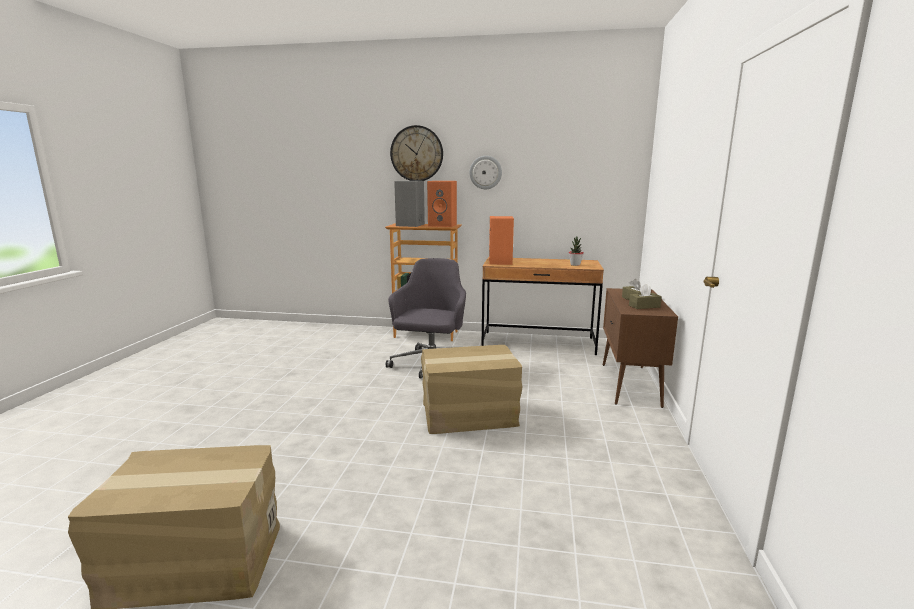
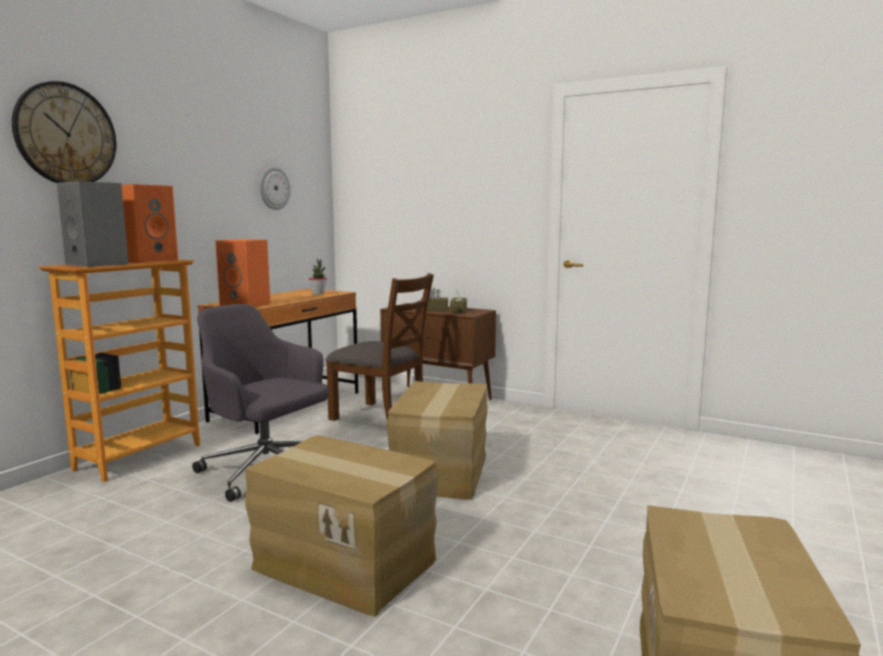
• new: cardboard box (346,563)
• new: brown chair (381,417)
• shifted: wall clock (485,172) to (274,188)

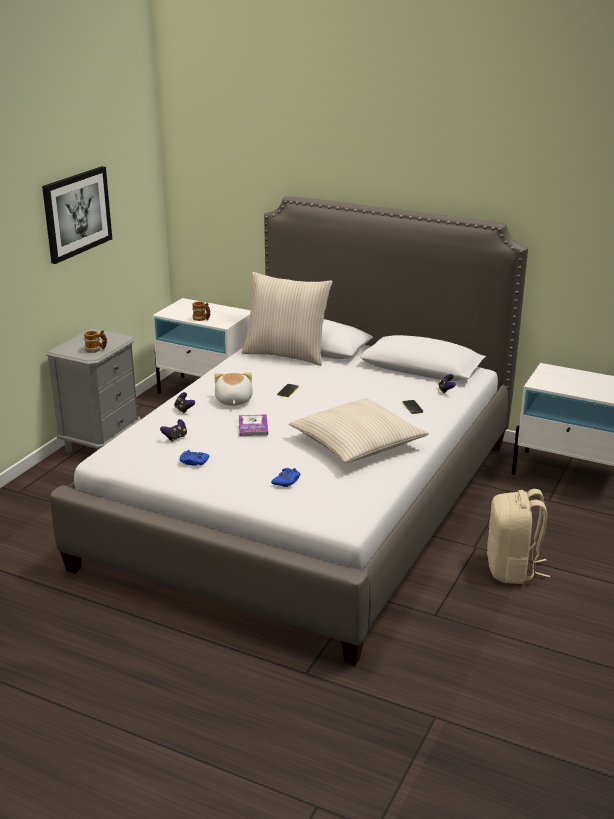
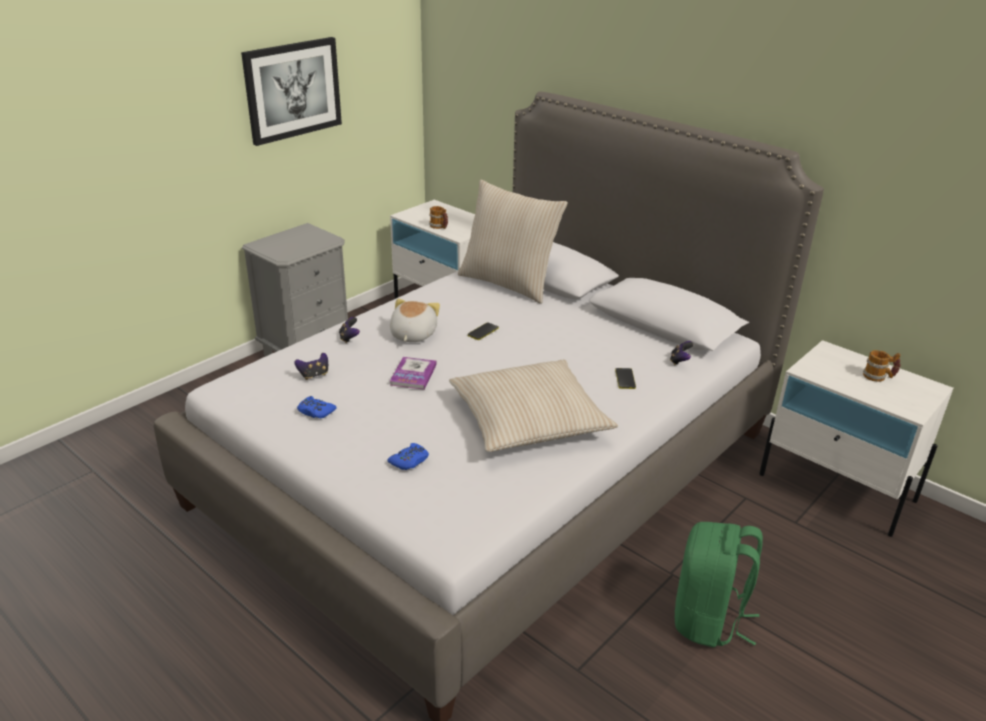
• shifted: mug (96,350) to (879,377)
• repainted: beige backpack (512,569) to green backpack (708,620)

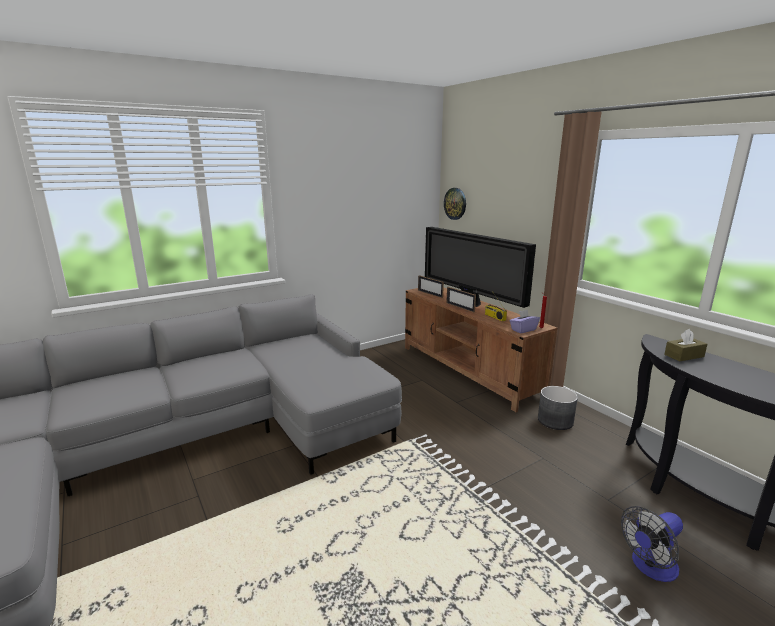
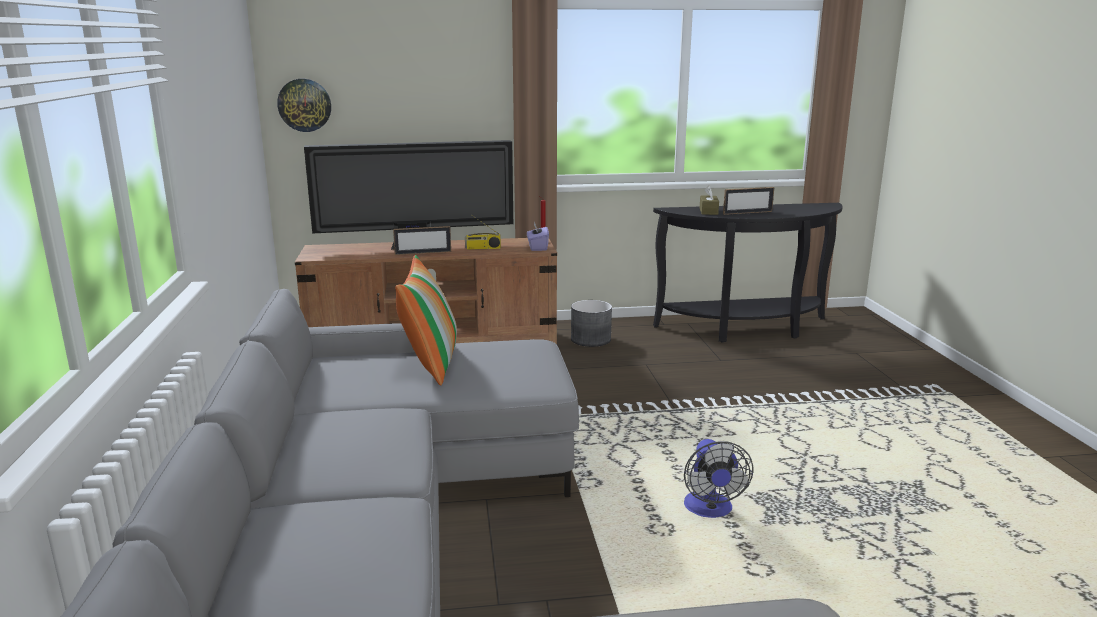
• new: pillow (430,363)
• shifted: picture frame (430,294) to (747,213)
• shifted: fan (650,567) to (710,510)

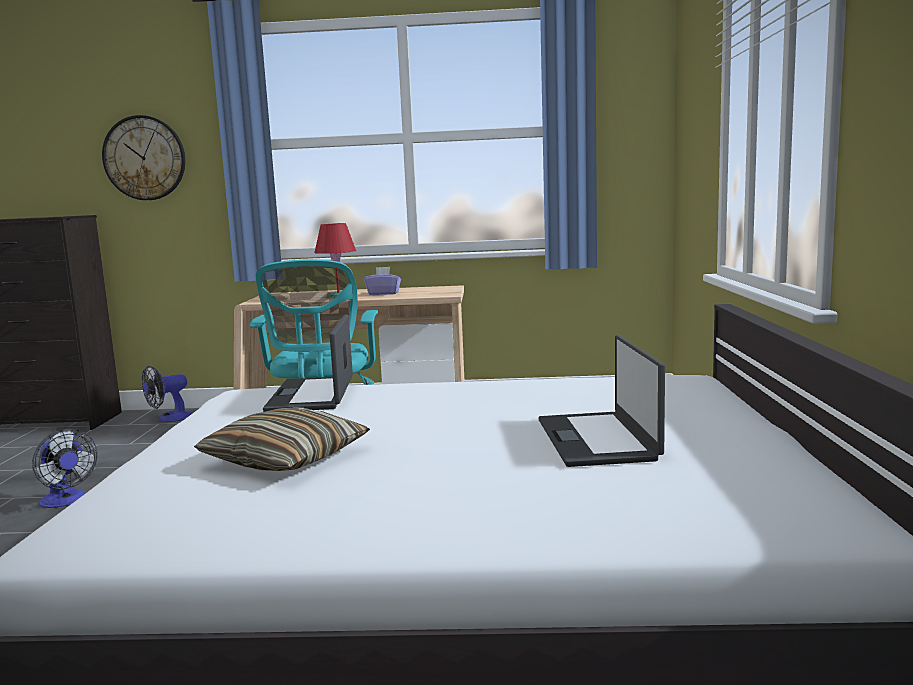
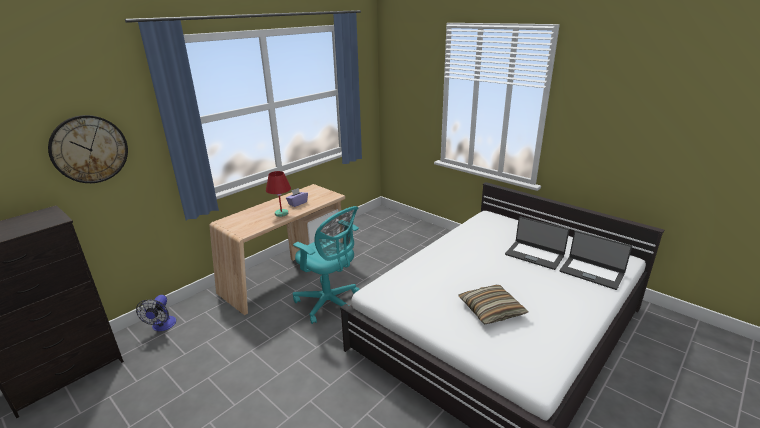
• gone: fan (66,501)
• shifted: laptop (313,395) to (591,272)

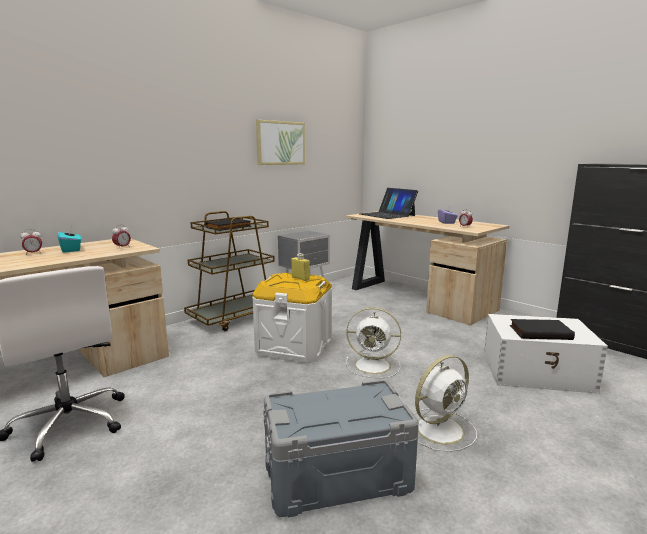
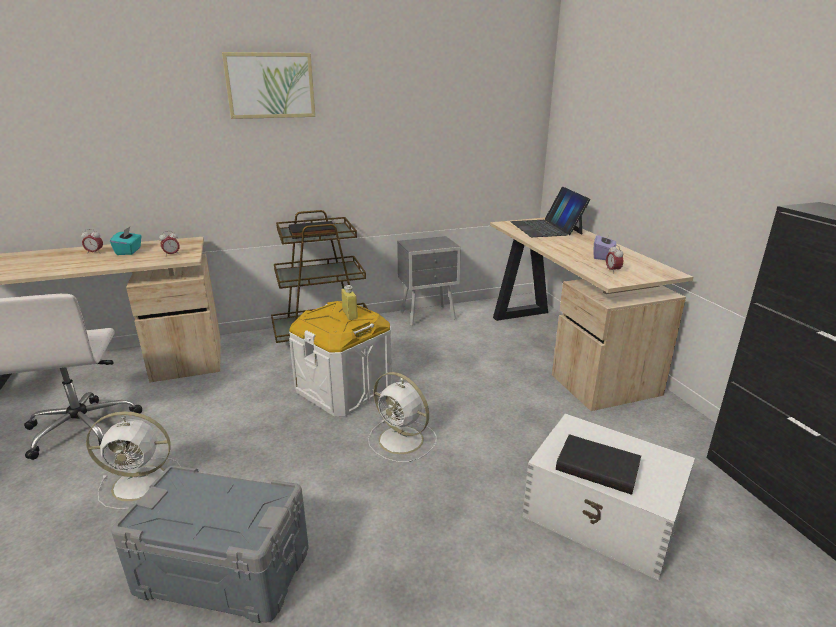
• shifted: picture (280,143) to (270,85)
• shifted: white fan (441,429) to (142,483)

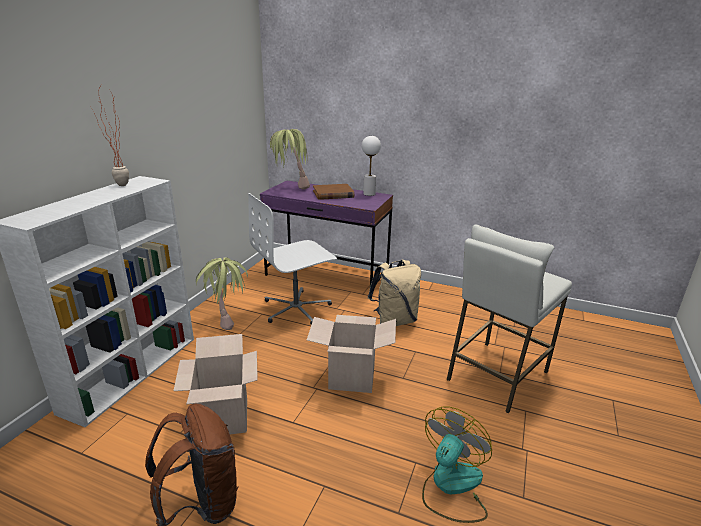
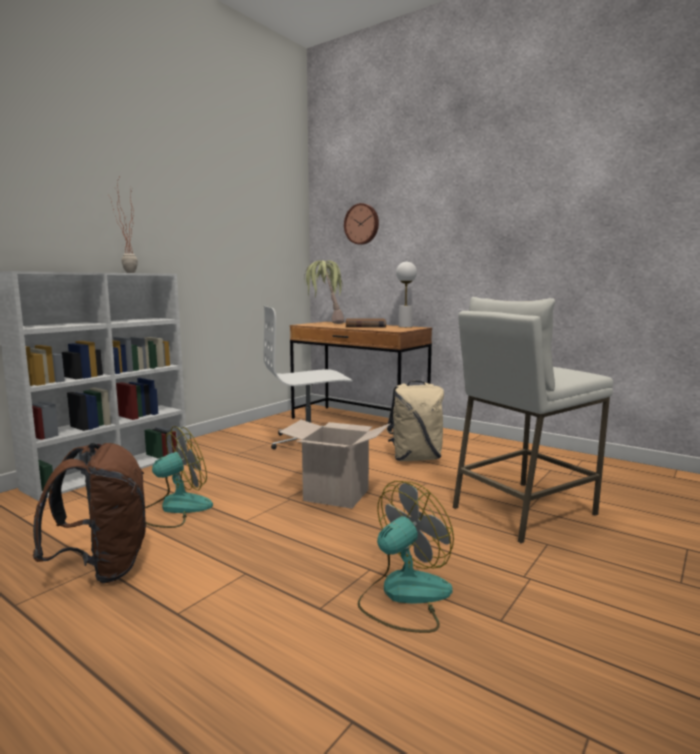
• gone: potted plant (227,319)
• new: wall clock (362,224)
• swapped: cardboard box (223,417) to fan (174,509)
• repainted: purple desk (327,275) to brown desk (358,422)

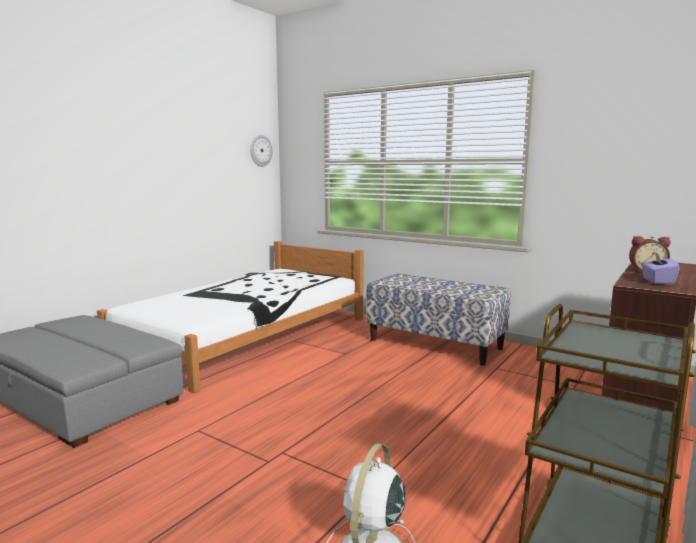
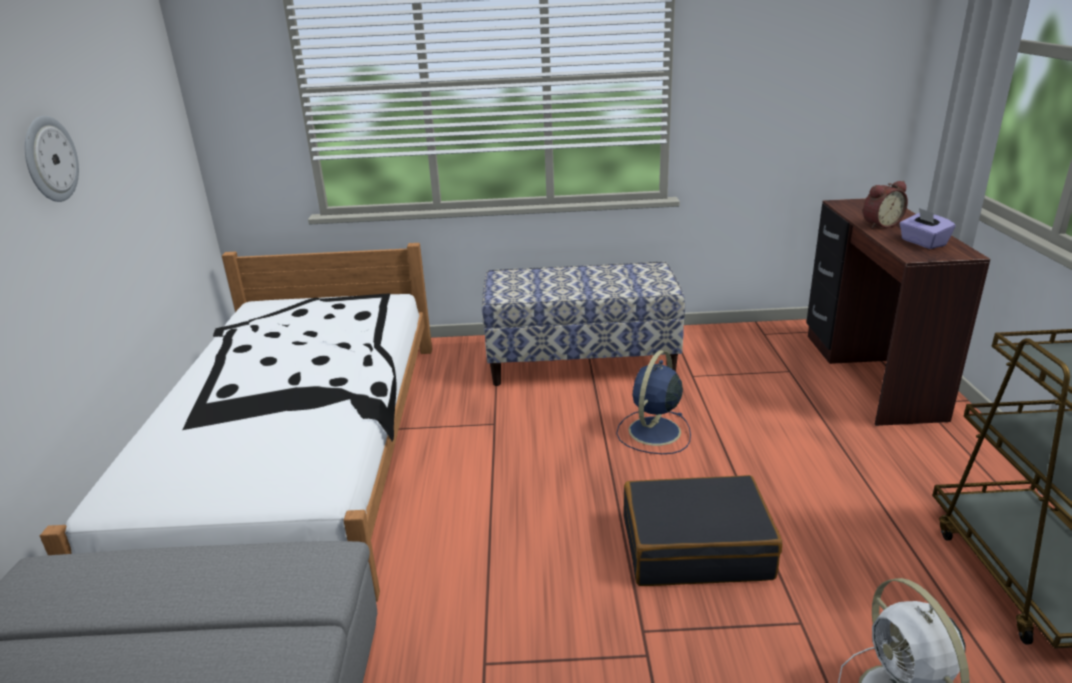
• new: blue fan (653,432)
• new: black suitcase (695,546)
• shifted: wall clock (260,150) to (49,159)

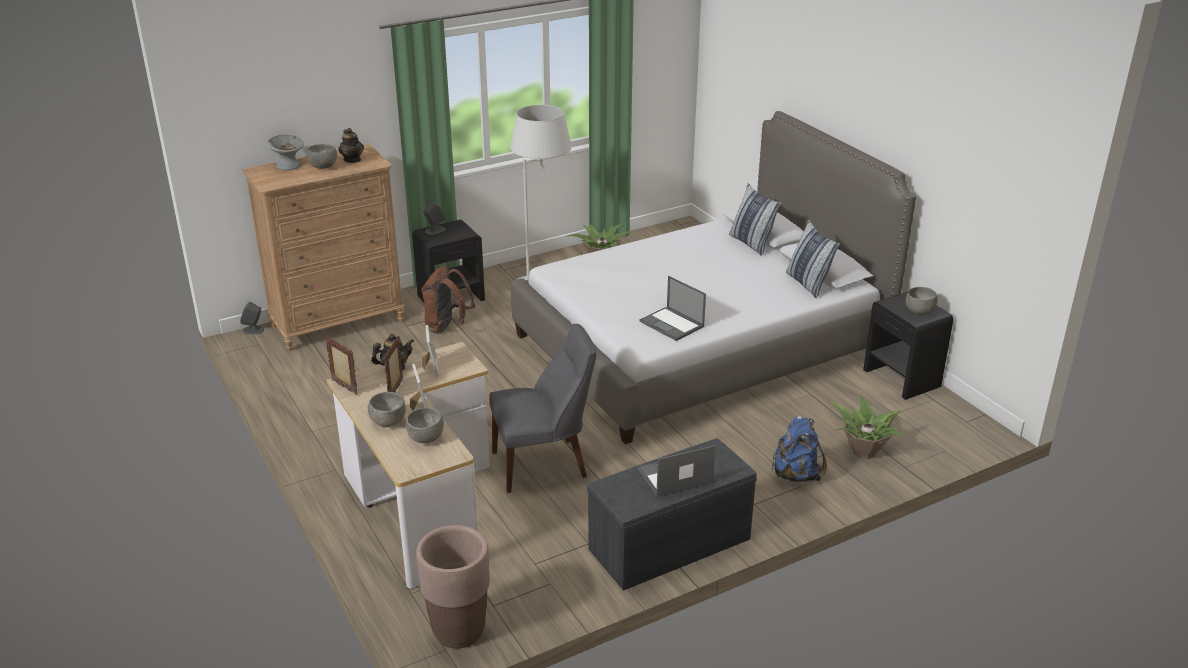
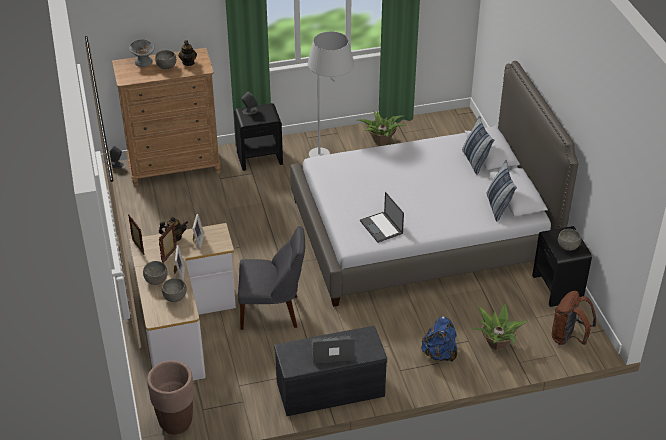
• shifted: brown backpack (447,327) to (568,338)

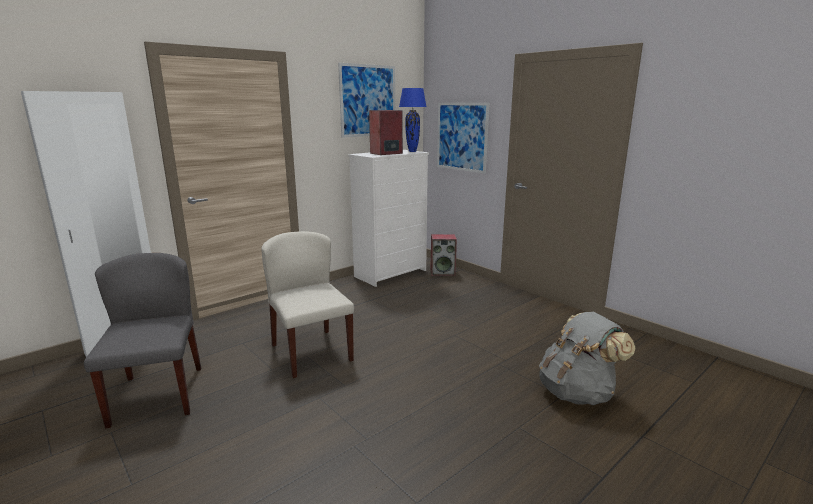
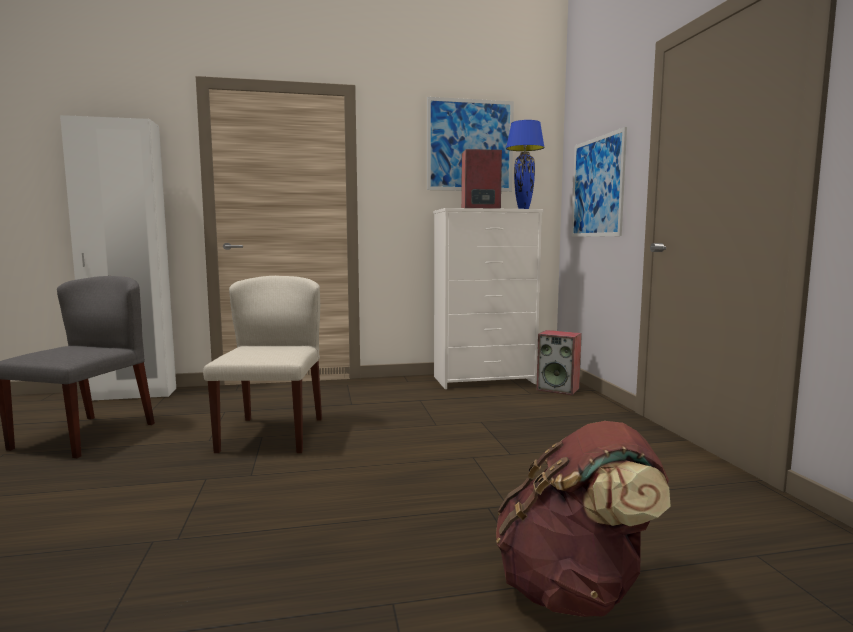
• repainted: grey backpack (577,393) to brown backpack (575,590)

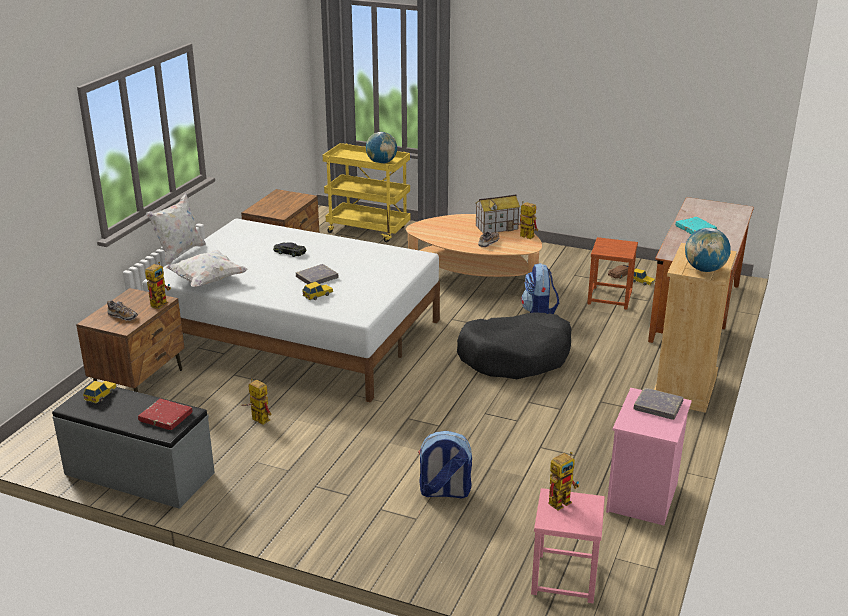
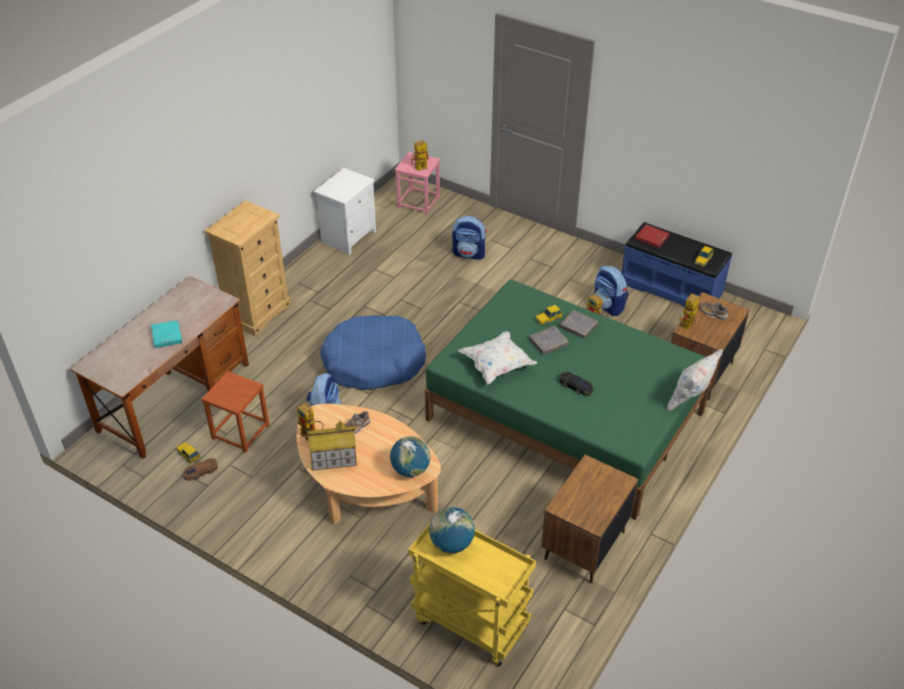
• new: backpack (608,306)
• shifted: white pillow (207,281) to (497,366)
• shifted: grey book (658,406) to (578,326)
• shifted: globe (704,270) to (410,470)
• repainted: grey bench (139,474) to blue bench (671,288)
• repainted: white bed (299,334) to green bed (564,416)
• repainted: black dog bed (515,357) to blue dog bed (373,362)
• repainted: pink nightstand (643,498) to white nightstand (348,236)

